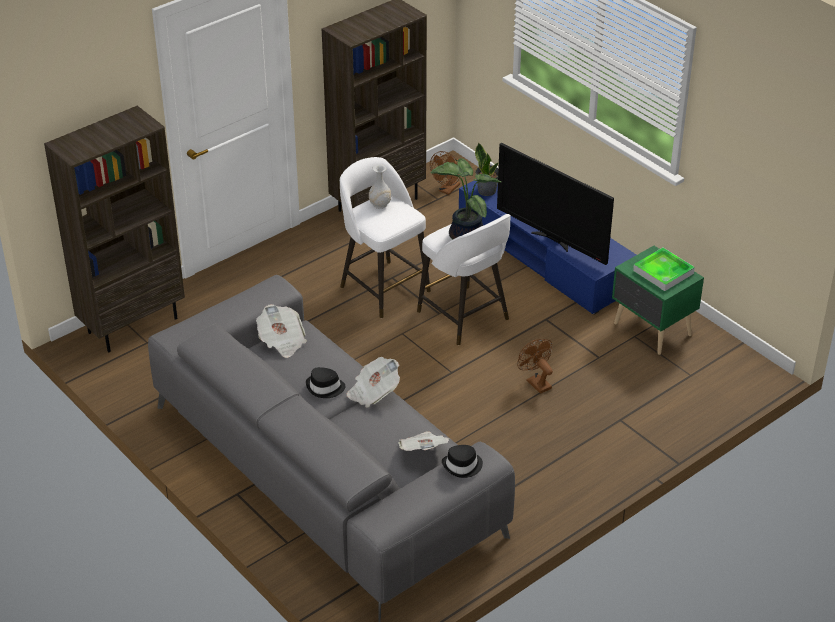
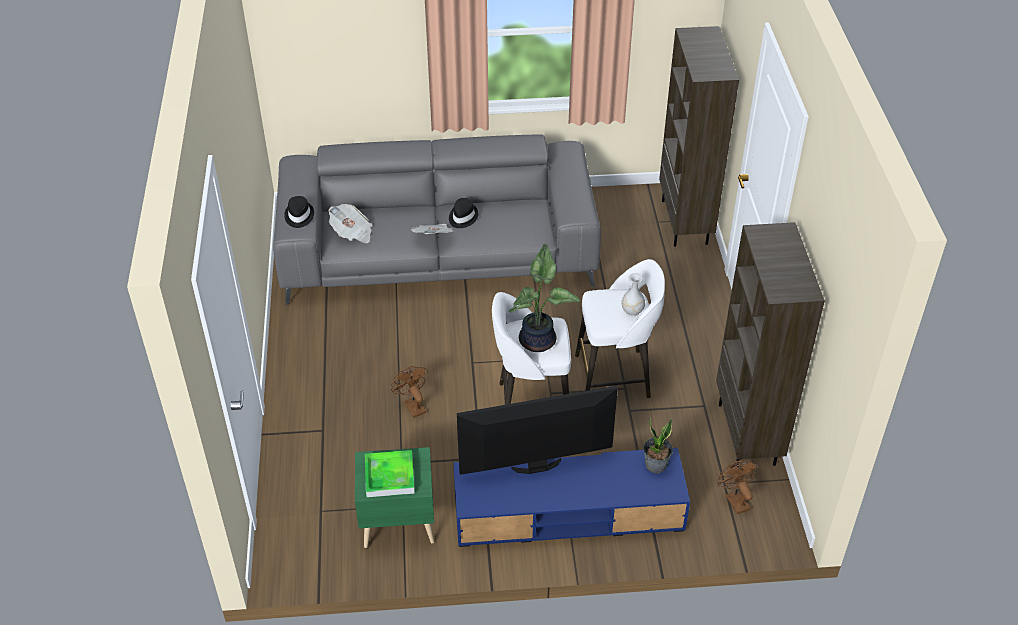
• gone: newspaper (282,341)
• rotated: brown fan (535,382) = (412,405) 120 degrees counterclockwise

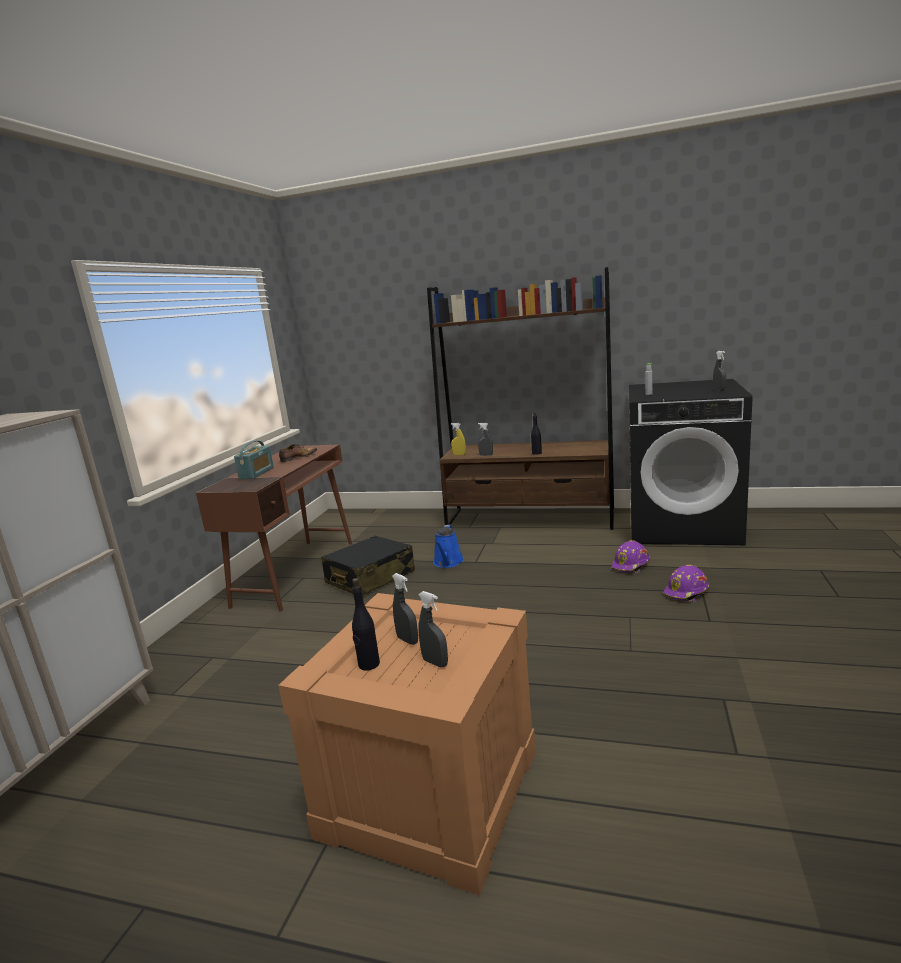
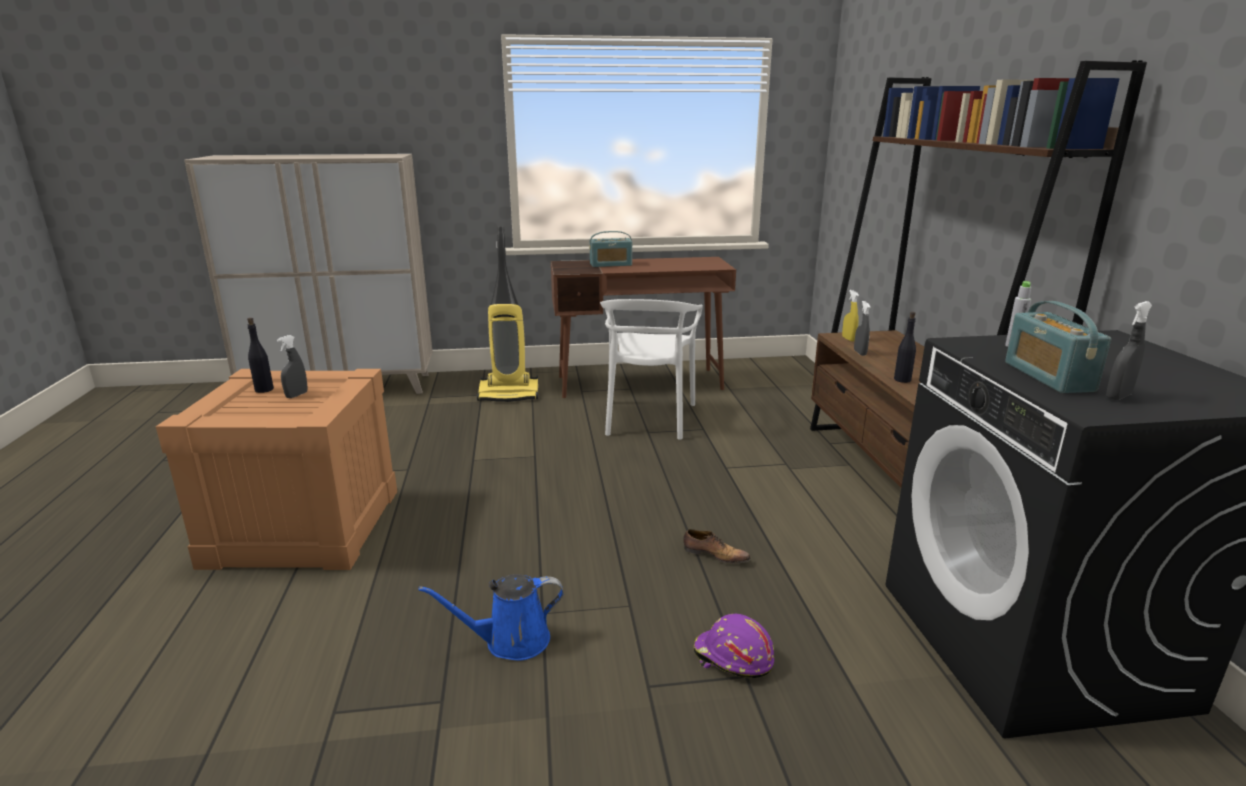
• gone: grey spray bottle (435,662)
• gone: purple hard hat (631,565)
• new: vacuum cleaner (509,394)
• new: radio (1048,376)
• shifted: shoe (298,458) to (714,555)
• shifted: blue watering can (448,562) to (510,641)
• swapped: black suitcase (370,578) to white chair (647,418)

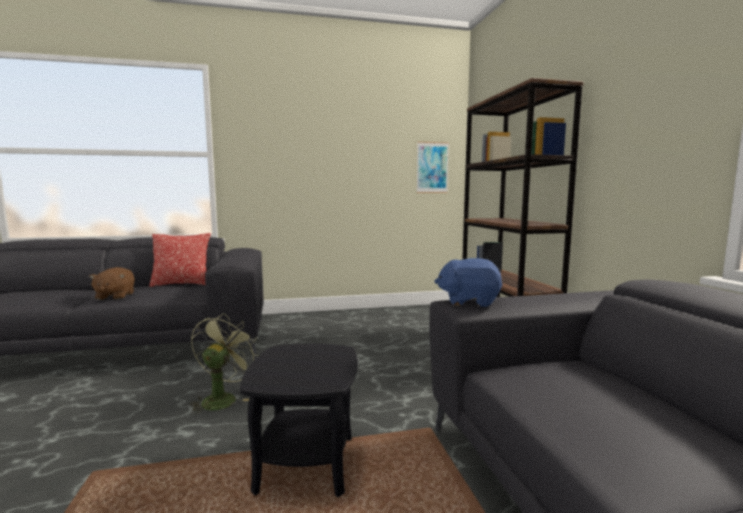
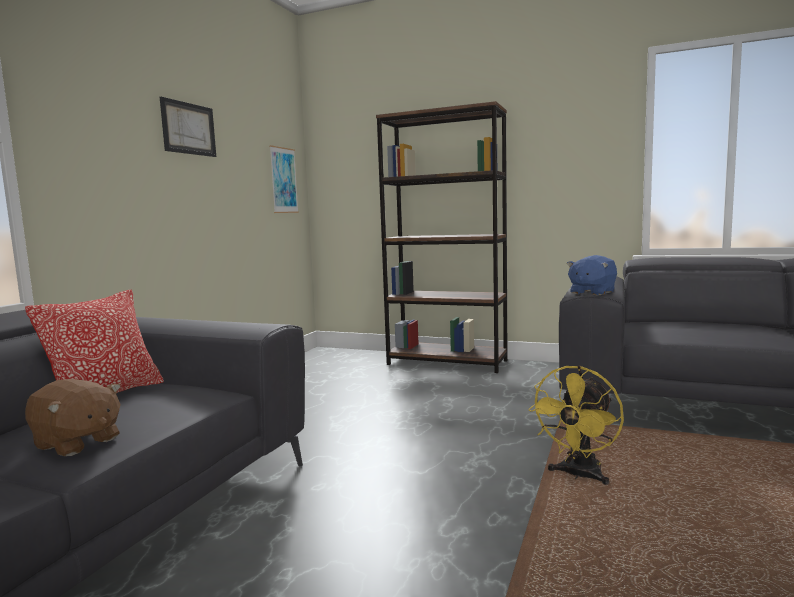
• gone: green fan (222,398)
• new: picture (188,128)
• swapped: black side table (306,464) to yellow fan (579,475)

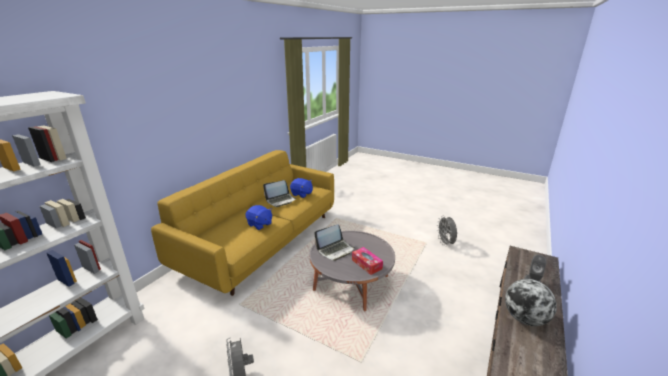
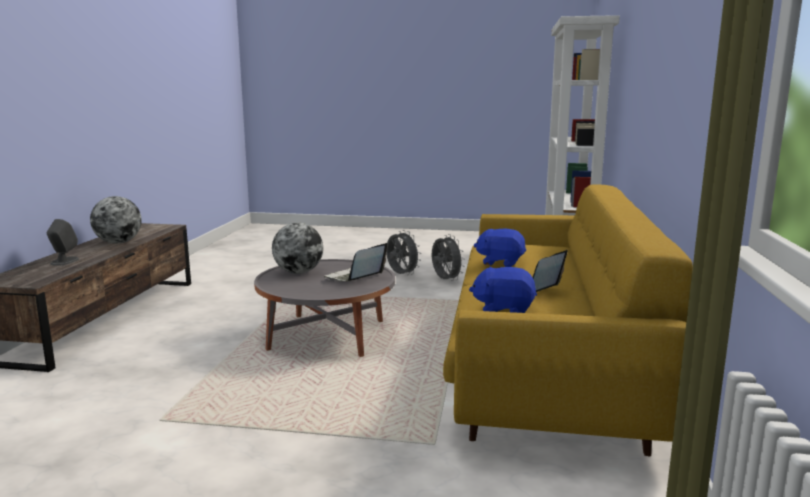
• shifted: grey fan (445,243) to (445,280)
• swapped: tissue box (366,264) to globe (298,272)

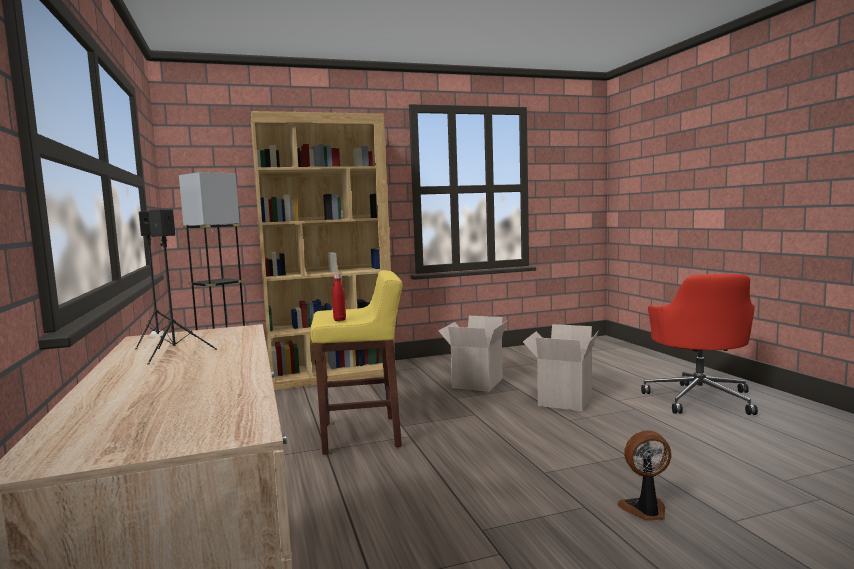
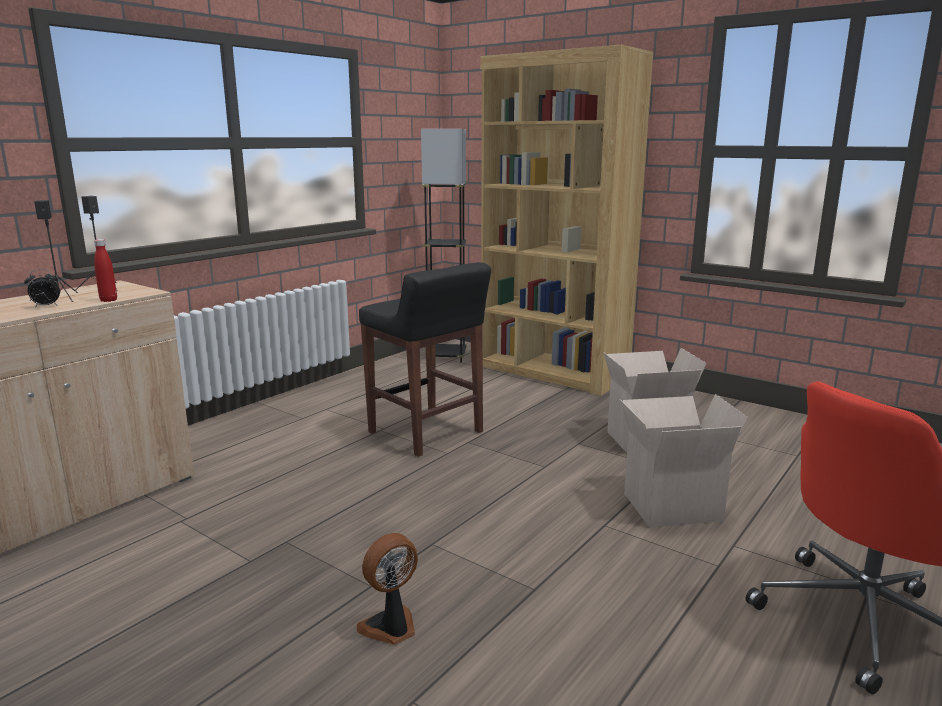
• new: alarm clock (45,306)
• shifted: red bottle (339,320) to (108,300)
• repainted: yellow stool (362,435) to black stool (426,433)
• rotated: fan (645,510) = (391,628) 90 degrees counterclockwise

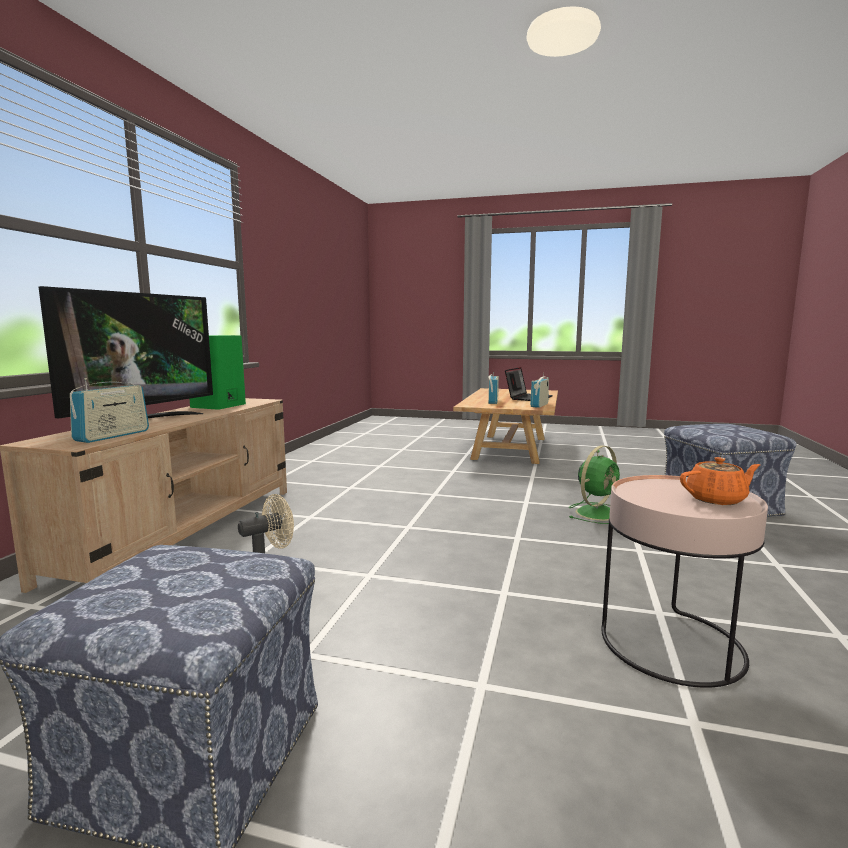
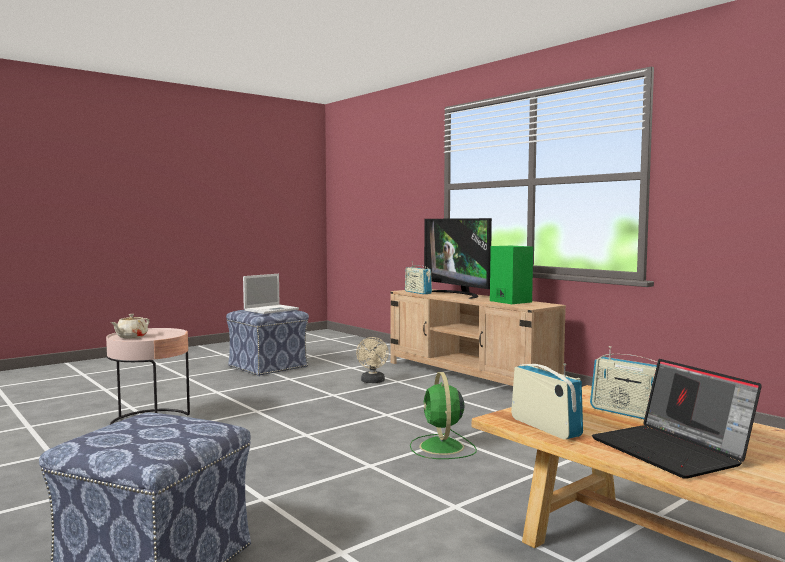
• new: laptop (272,310)
• shifted: green fan (598,513) to (442,448)
• repainted: orange teapot (717,499) to beige teapot (131,337)

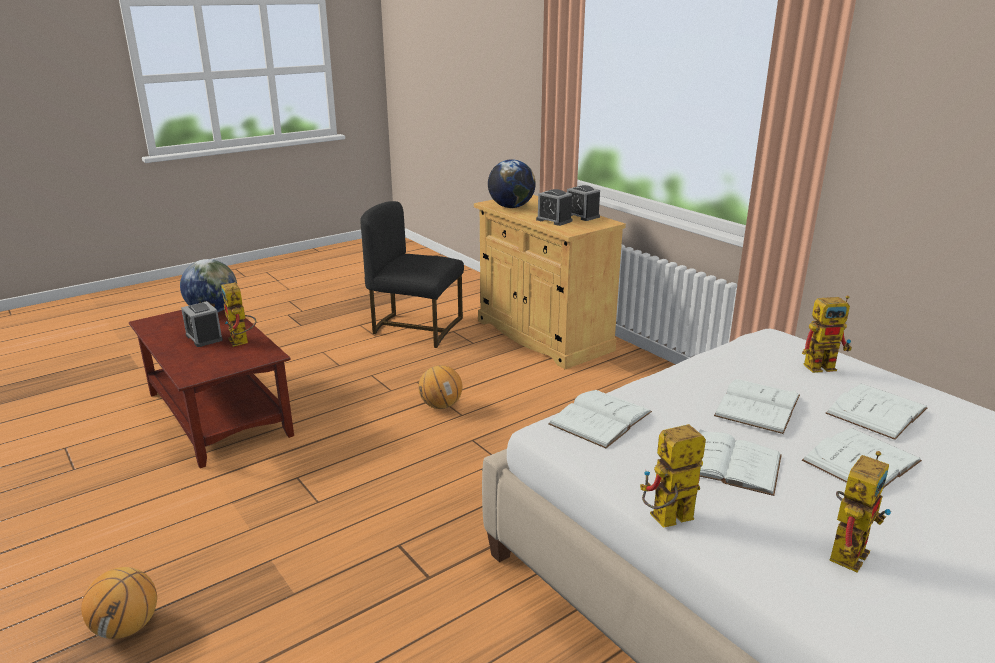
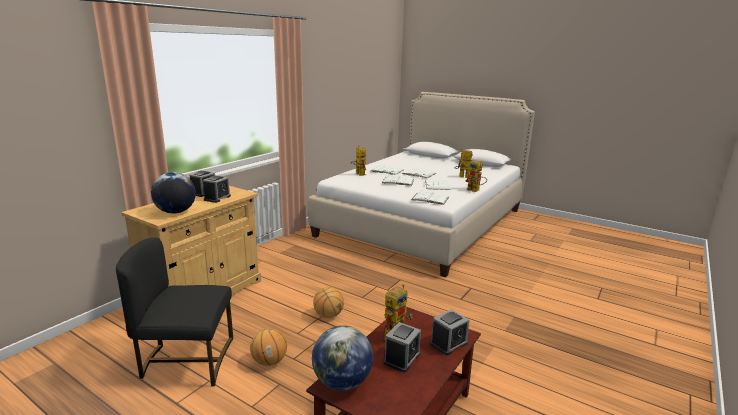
• new: alarm clock (449,343)
• shifted: basketball (127,627) to (269,361)
• rotated: black chair (416,328) = (187,360) 90 degrees clockwise

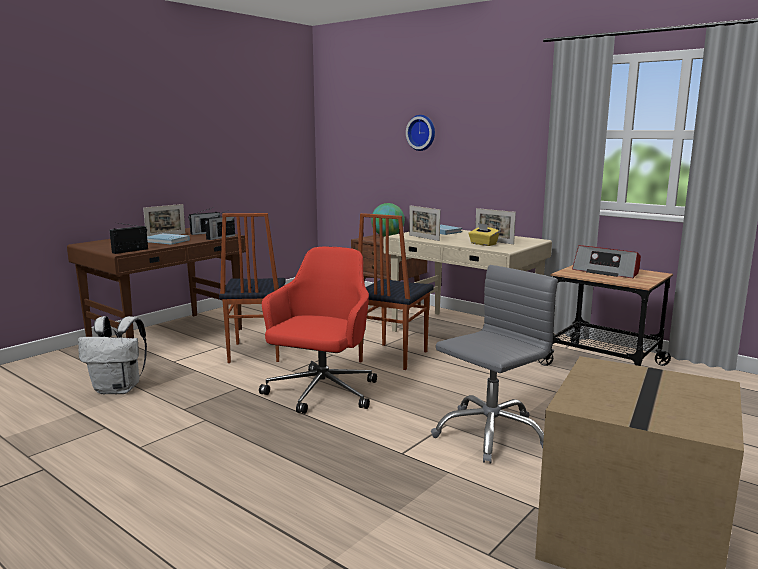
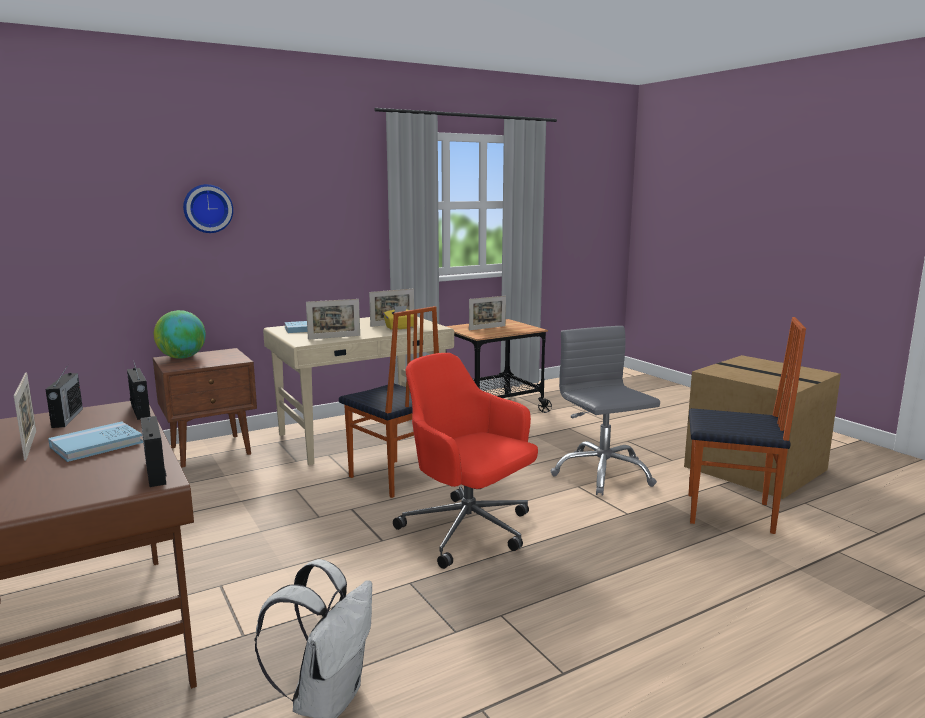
• shifted: chair (255,352) to (730,514)
• swapped: radio (606,272) to picture frame (487,328)

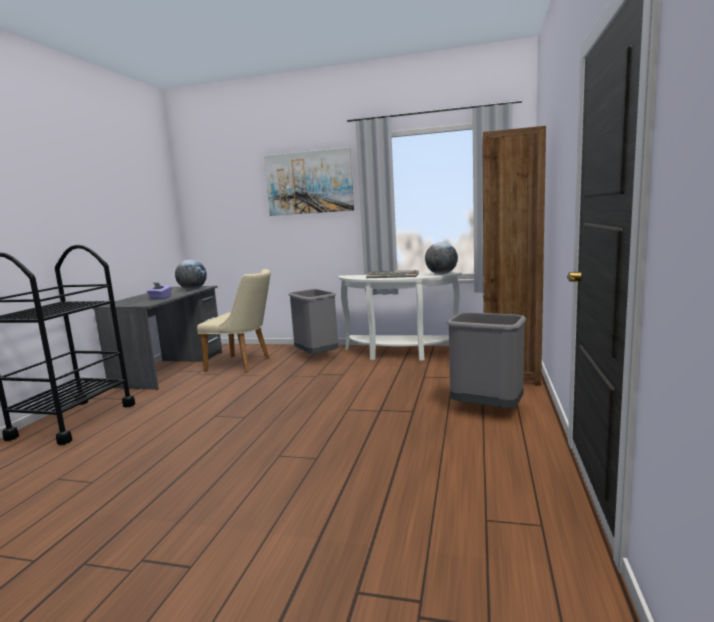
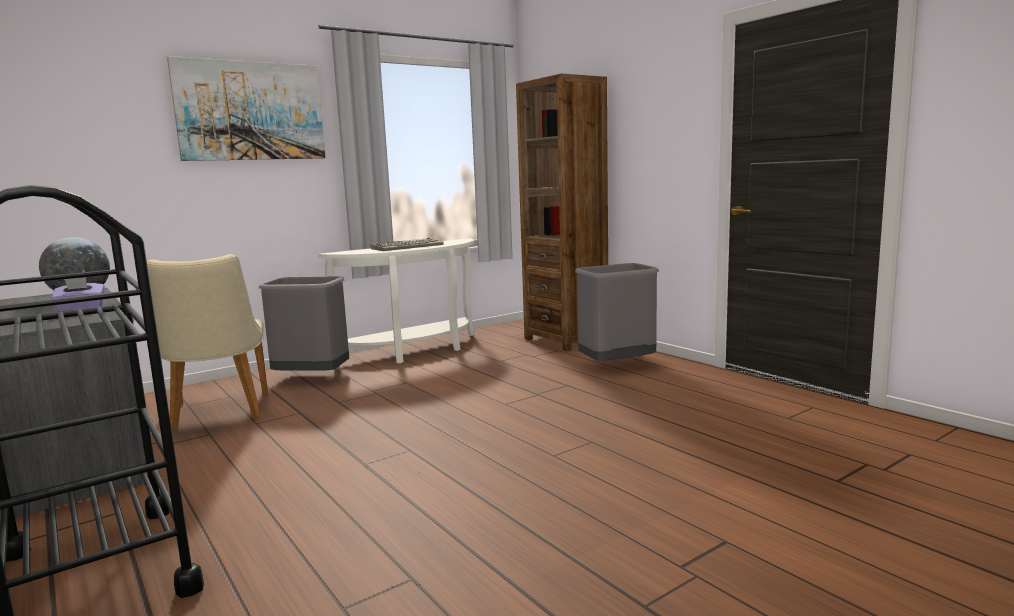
• gone: globe (441,274)
• rotated: beige chair (244,364) = (218,414) 105 degrees clockwise

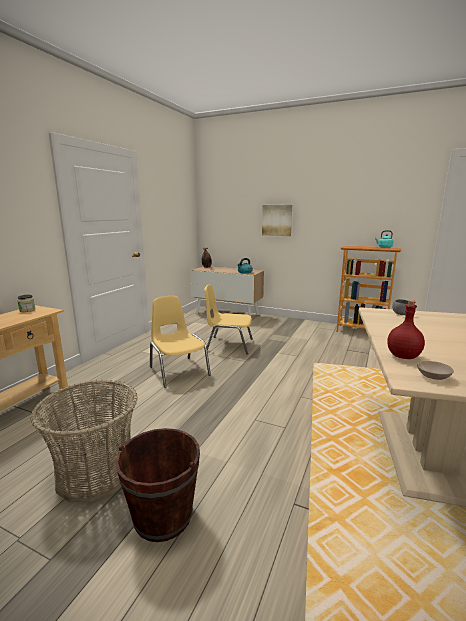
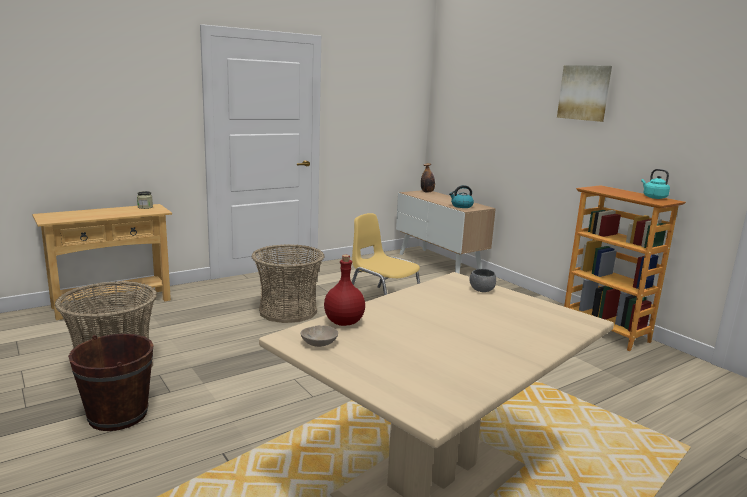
• shifted: picture (277,220) to (584,93)
• swapped: yellow chair (178,371) to basket (288,311)

